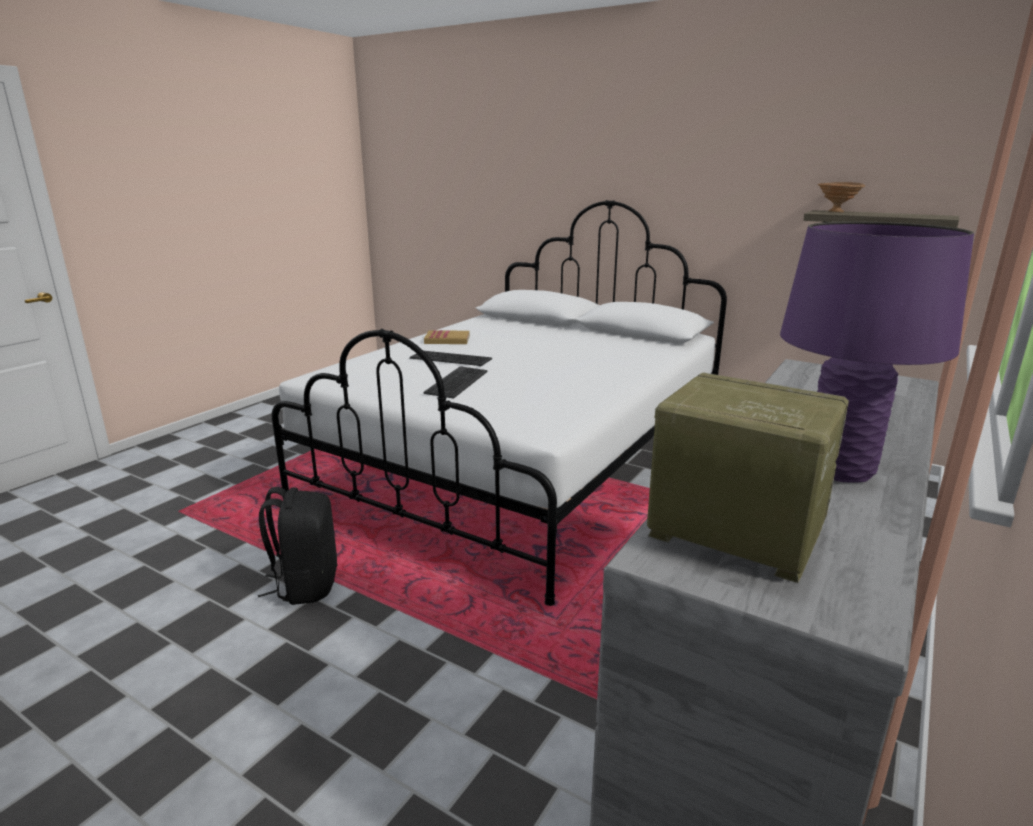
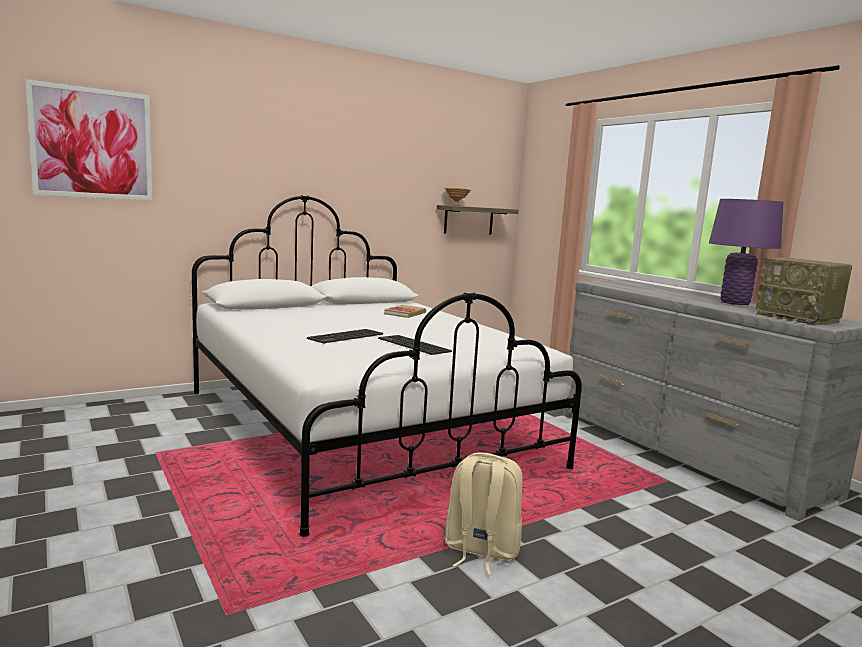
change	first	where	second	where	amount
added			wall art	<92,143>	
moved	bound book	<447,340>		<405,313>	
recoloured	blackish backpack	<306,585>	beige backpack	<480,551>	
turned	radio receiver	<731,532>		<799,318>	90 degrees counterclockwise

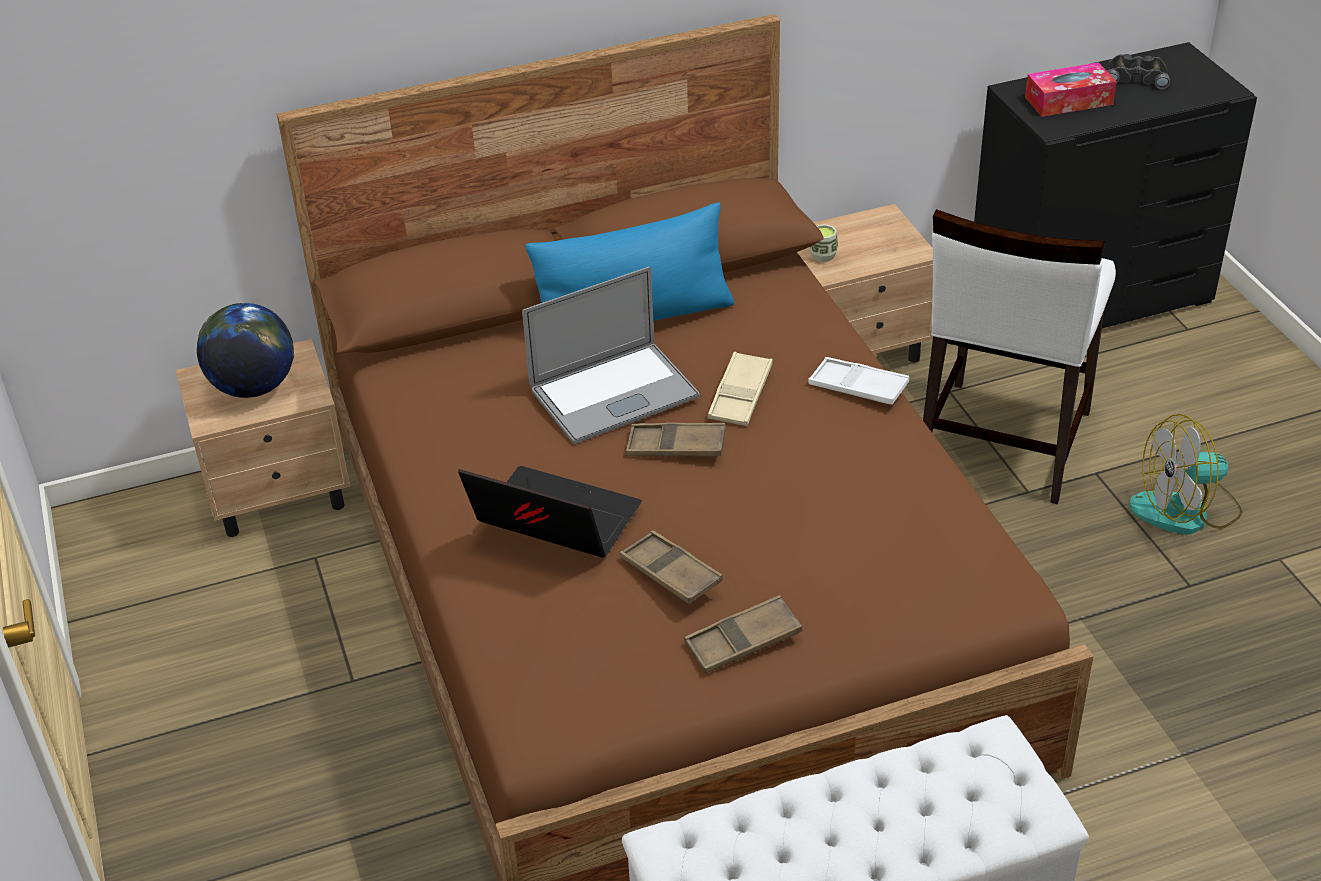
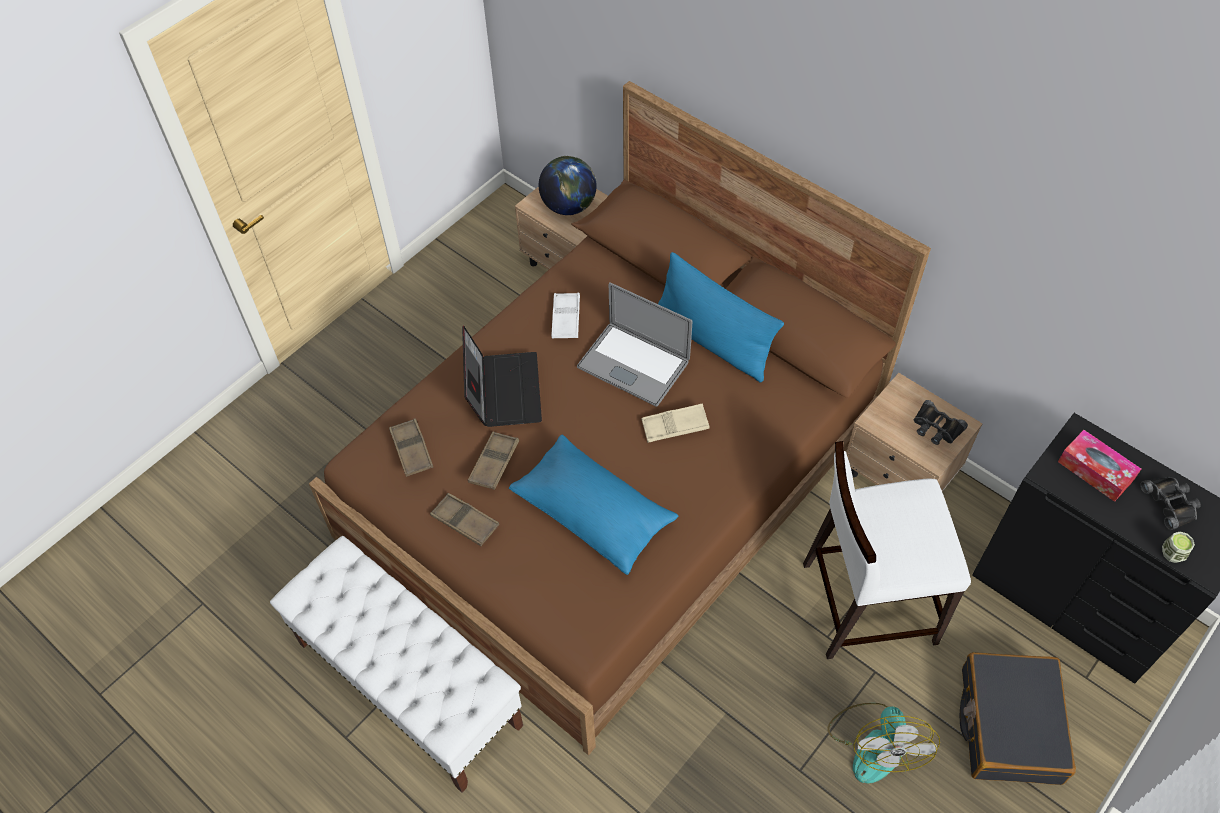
change	first	where	second	where	amount
added			bluish pillow	<593,513>	
added			blackish pair of binoculars	<936,427>	
added			blackish piece of luggage	<1009,725>	
moved	brownish carrying tray	<676,446>		<411,450>	
moved	whitish carrying tray	<858,387>		<566,318>	
moved	small cup	<823,255>		<1172,553>	
turned	cooling fan	<1186,510>		<875,743>	135 degrees counterclockwise

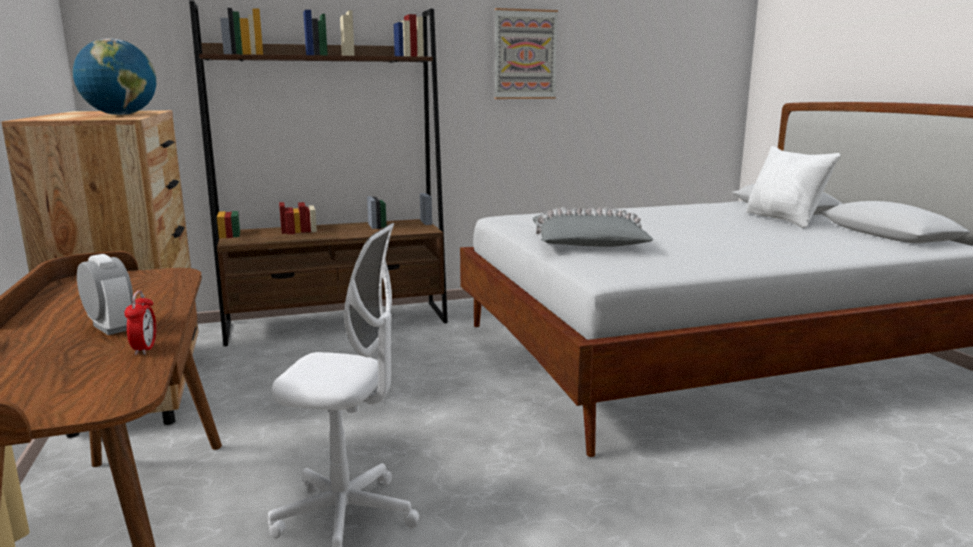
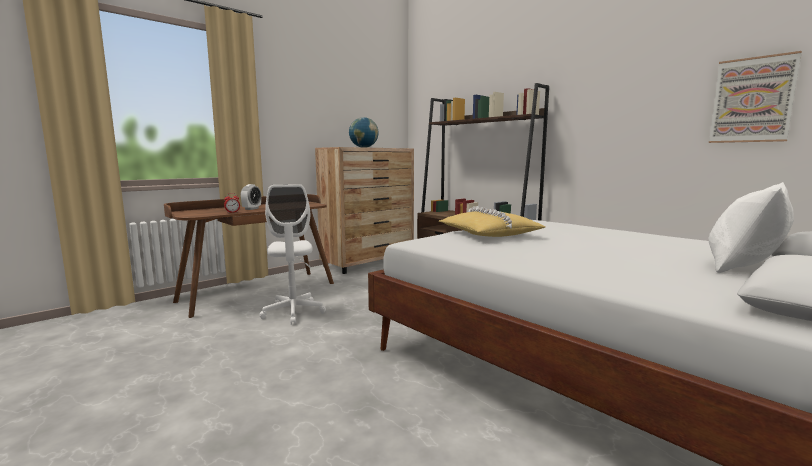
change	first	where	second	where	amount
moved	wall art	<525,54>		<752,100>	
recoloured	greyish pillow	<588,243>	yellowish pillow	<488,234>	

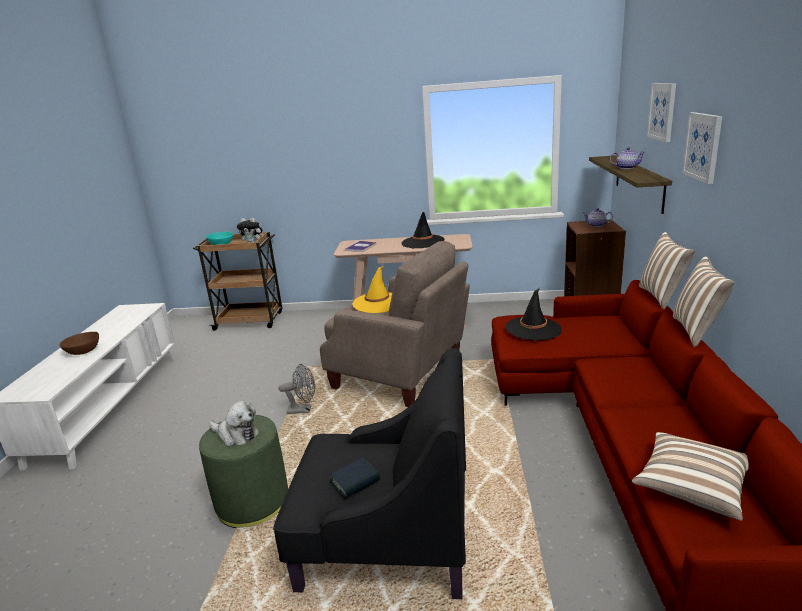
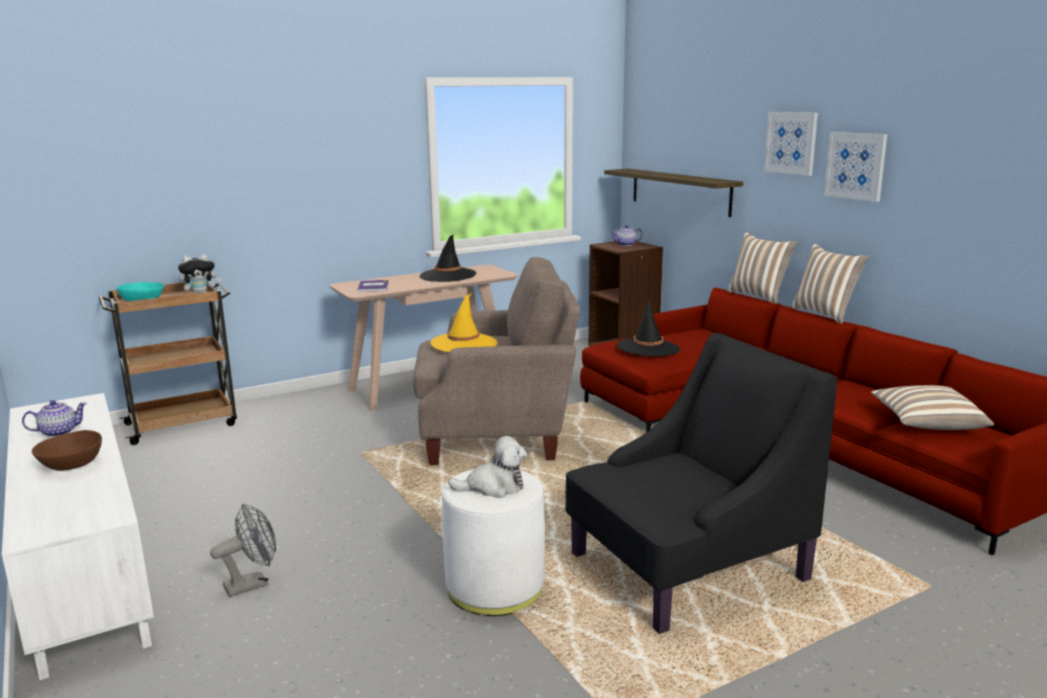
change	first	where	second	where	amount
removed	bound book	<355,481>			
moved	greyish cooling fan	<303,410>		<253,584>	
moved	tea pot	<626,168>		<58,432>	
moved	wall art	<662,111>		<855,166>	
recoloured	greenish pouffe	<252,502>	whitish pouffe	<495,587>	

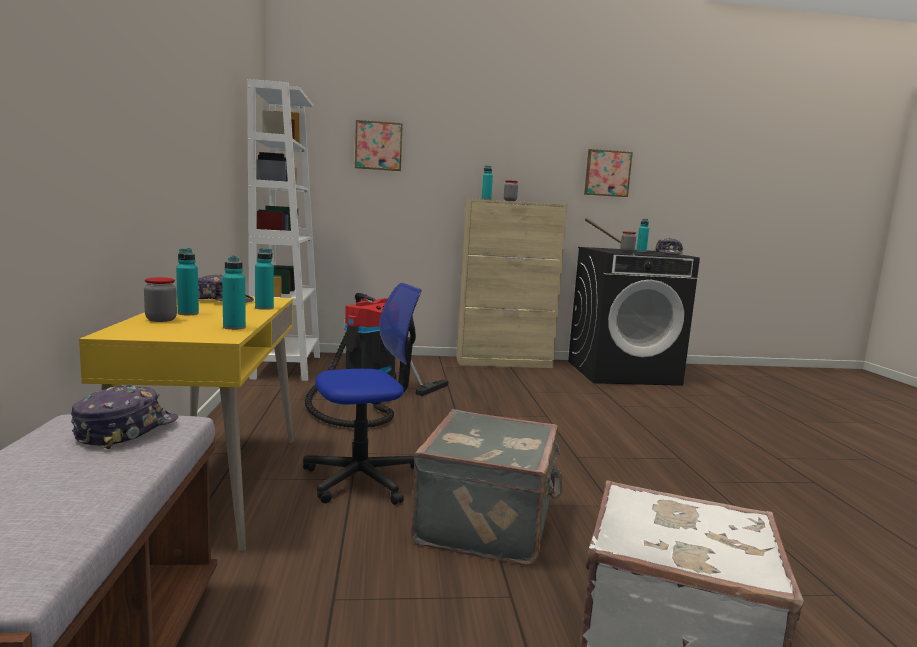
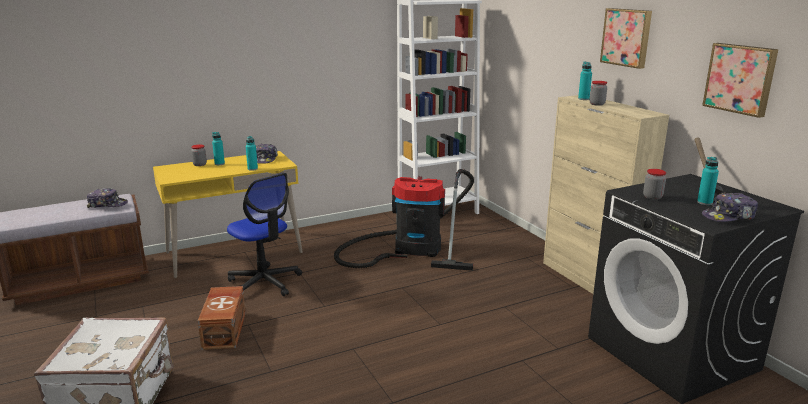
change	first	where	second	where	amount
removed	turquoise-coloured drink bottle	<234,327>			
moved	wall art	<378,146>		<627,37>	
replaced	greyish piece of luggage	<489,523>	brownish storage box	<225,330>	

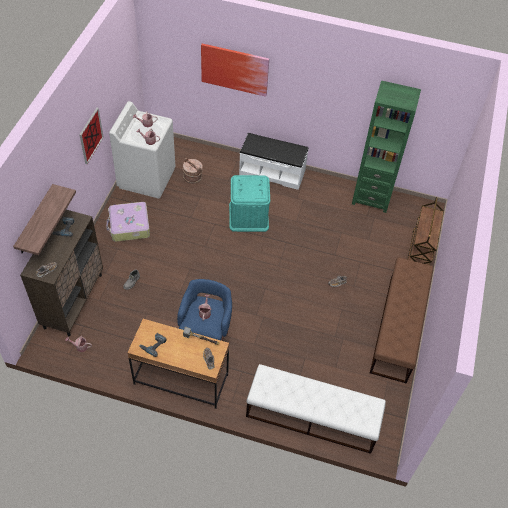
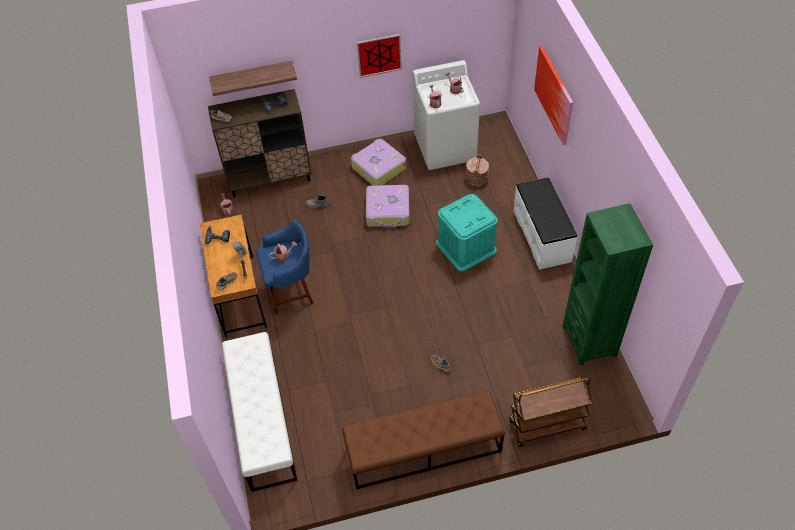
change	first	where	second	where	amount
added			piece of luggage	<388,211>	

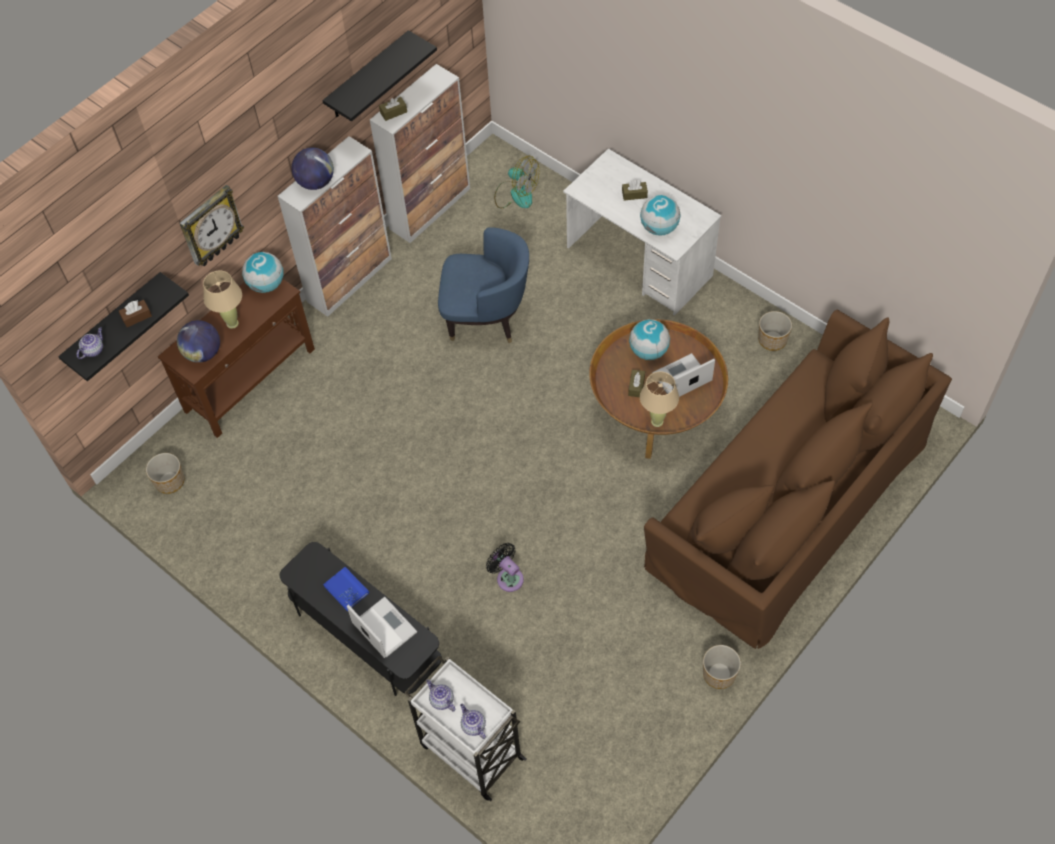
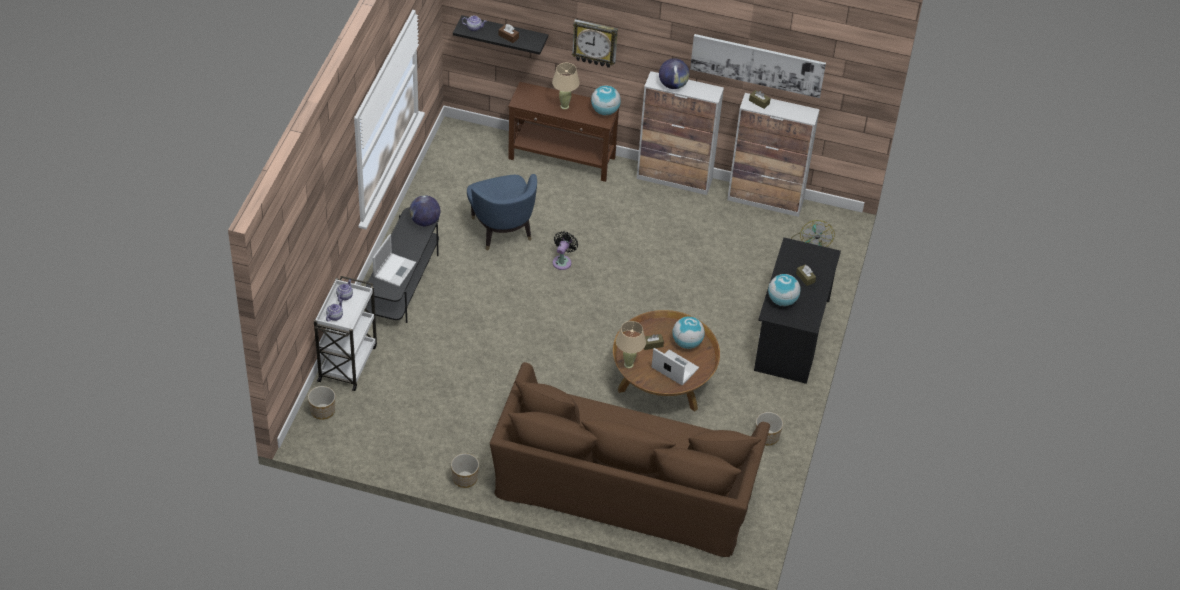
change	first	where	second	where	amount
removed	bluish bound book	<346,589>			
moved	planter	<170,481>		<323,411>	
moved	desk globe	<203,353>		<425,221>	
moved	bluish armchair	<486,317>		<502,230>	
moved	blackish cooling fan	<508,577>		<563,261>	
replaced	blackish bracket shelf	<368,76>	wall art	<757,65>	
recoloured	whitish desk unit	<639,262>	blackish desk unit	<791,335>	

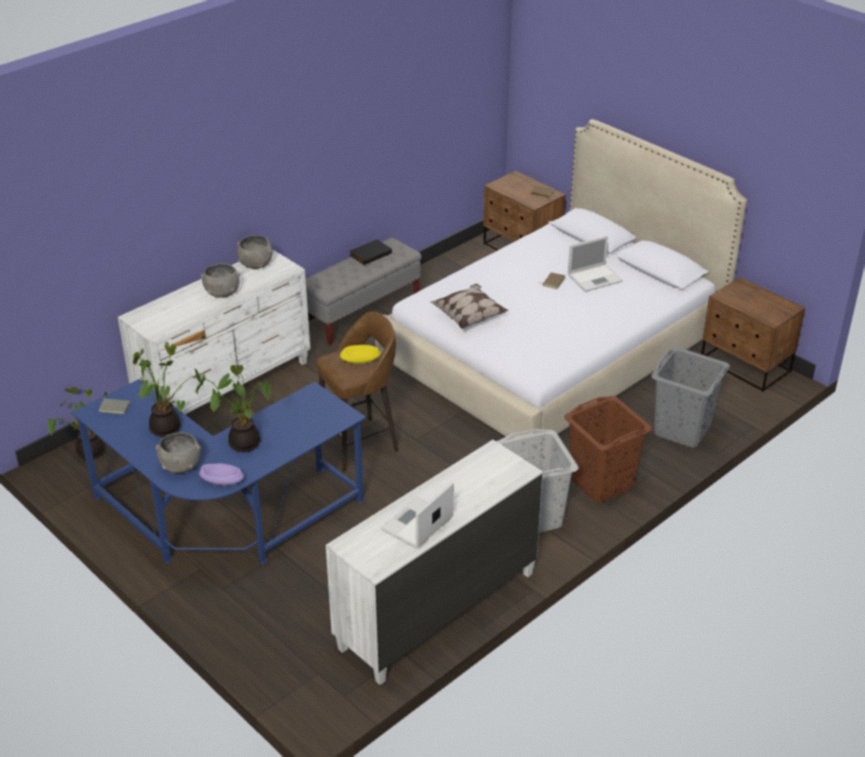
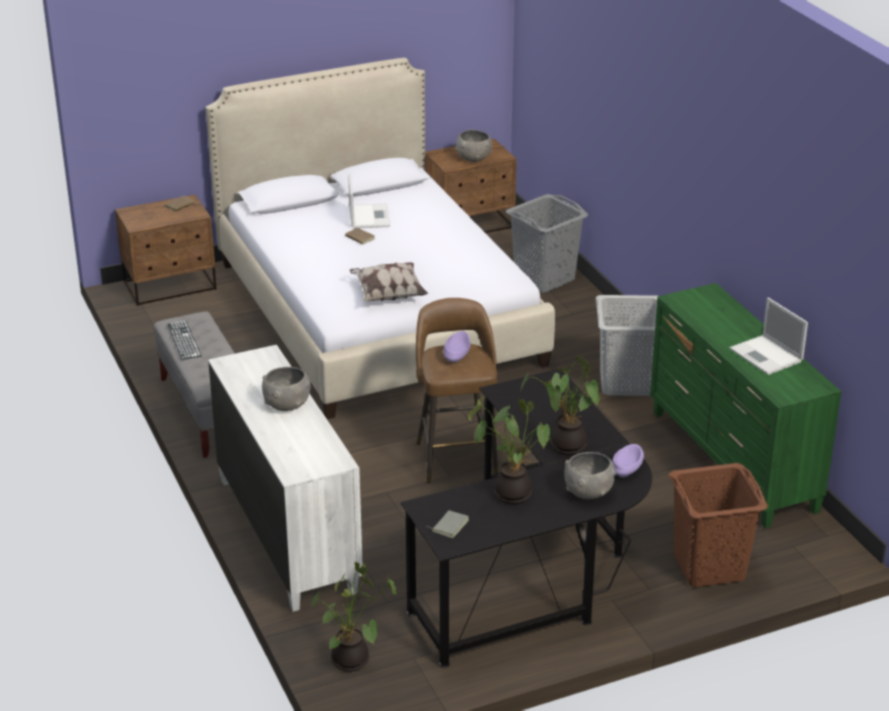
change	first	where	second	where	amount
moved	greyish deep dish	<256,264>		<474,158>	
moved	brownish hamper	<601,483>		<710,567>	
replaced	blackish bound book	<370,254>	keyboard	<184,340>	
recoloured	bluish desk unit	<224,519>	blackish desk unit	<536,571>	
recoloured	whitish chest of drawers	<436,610>	greenish chest of drawers	<732,462>	
recoloured	yellowish deep dish	<360,360>	purple deep dish	<456,354>	

